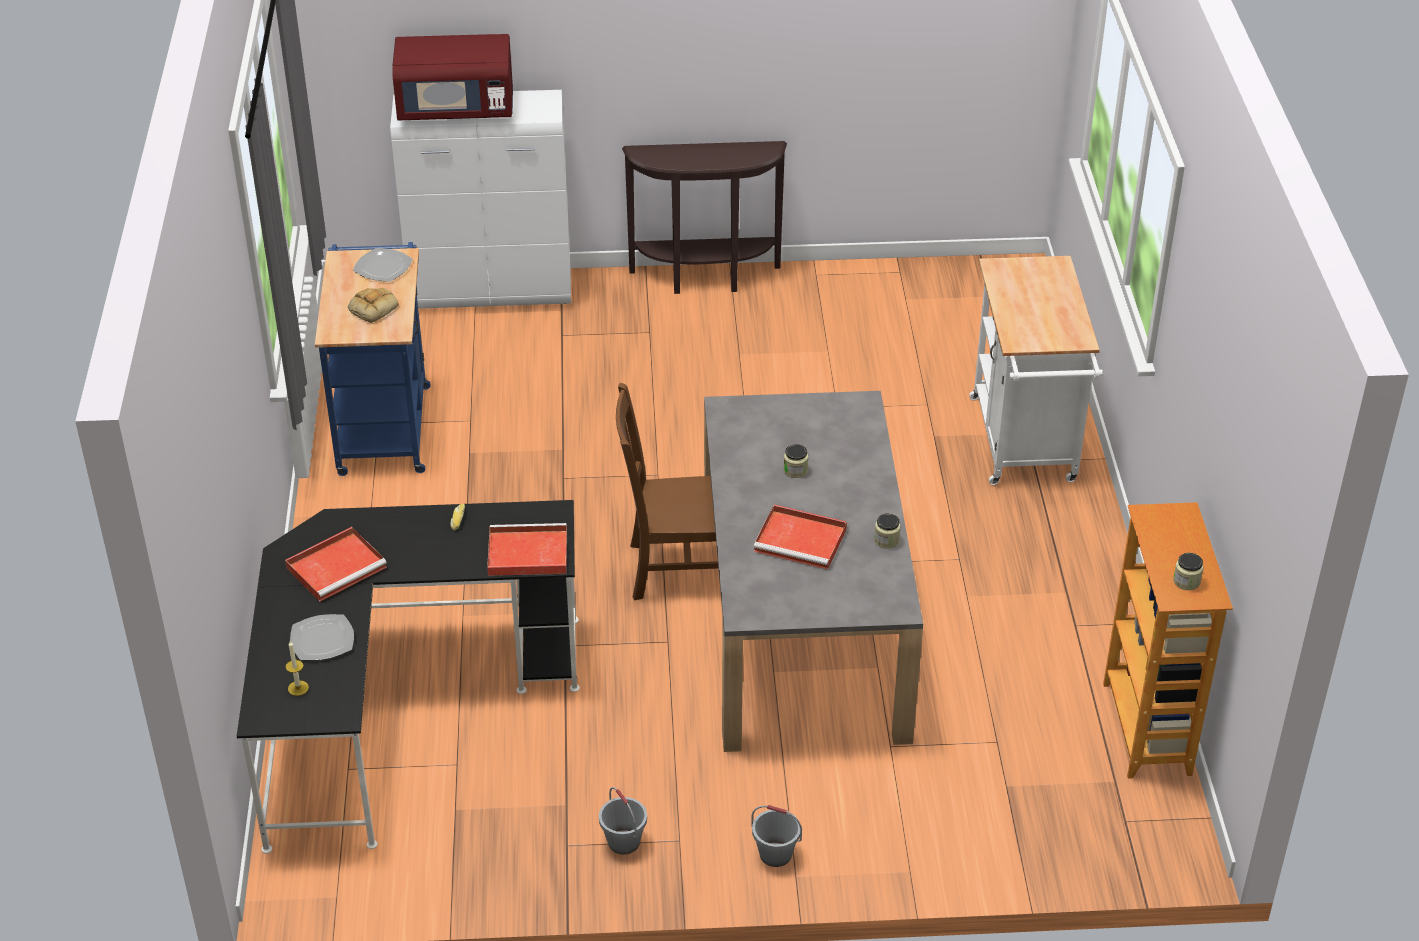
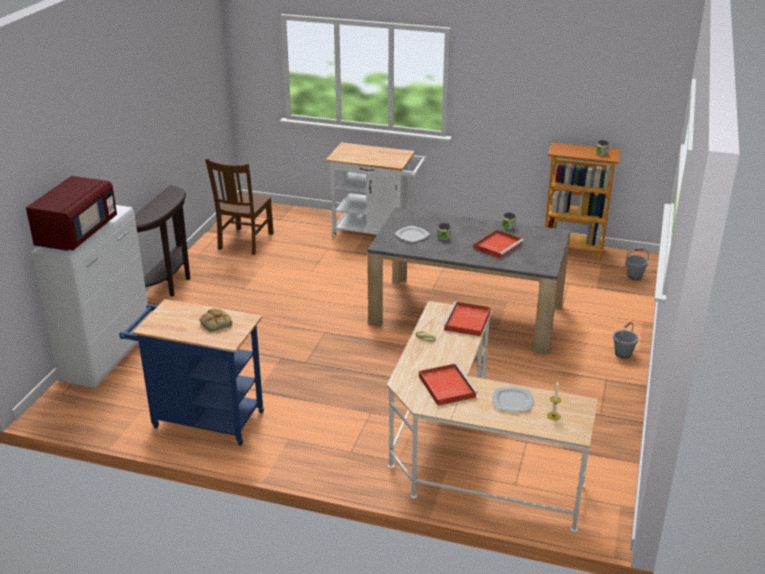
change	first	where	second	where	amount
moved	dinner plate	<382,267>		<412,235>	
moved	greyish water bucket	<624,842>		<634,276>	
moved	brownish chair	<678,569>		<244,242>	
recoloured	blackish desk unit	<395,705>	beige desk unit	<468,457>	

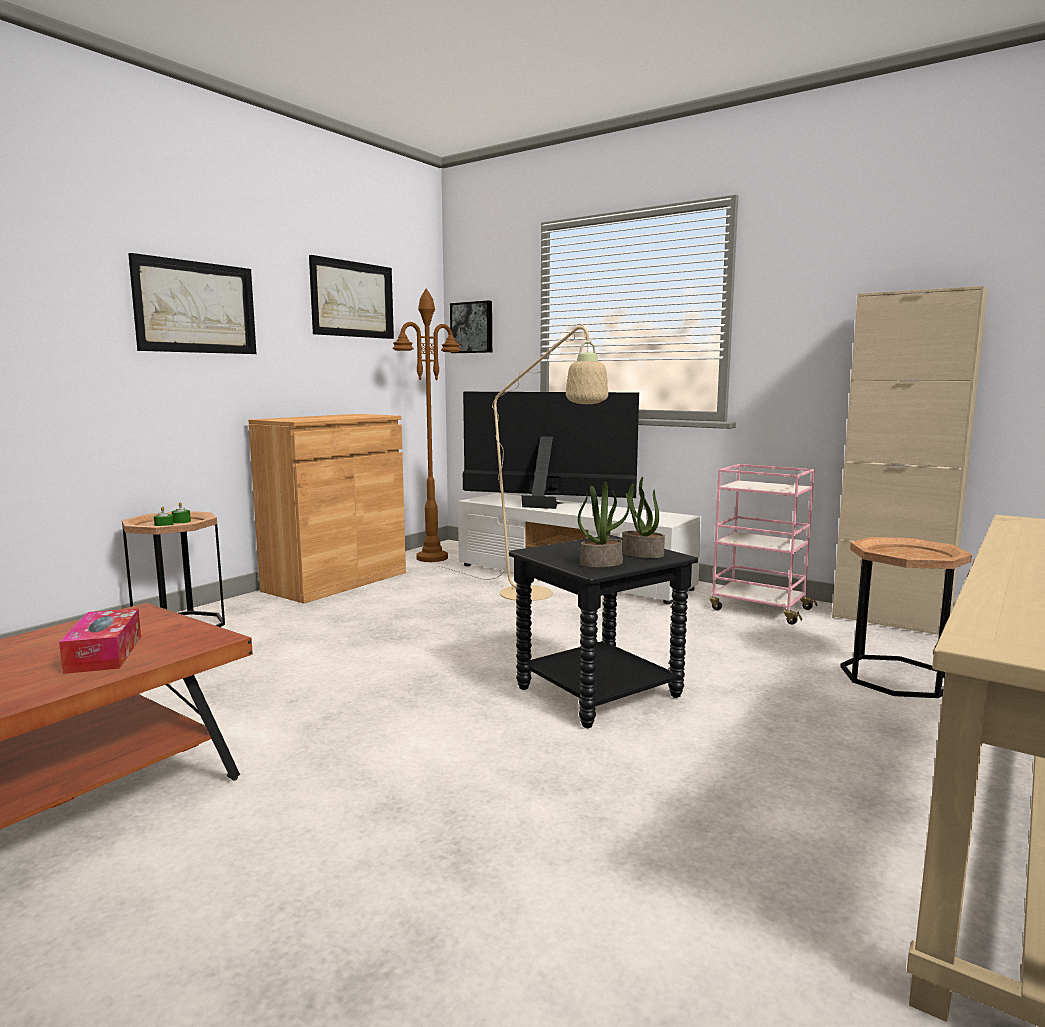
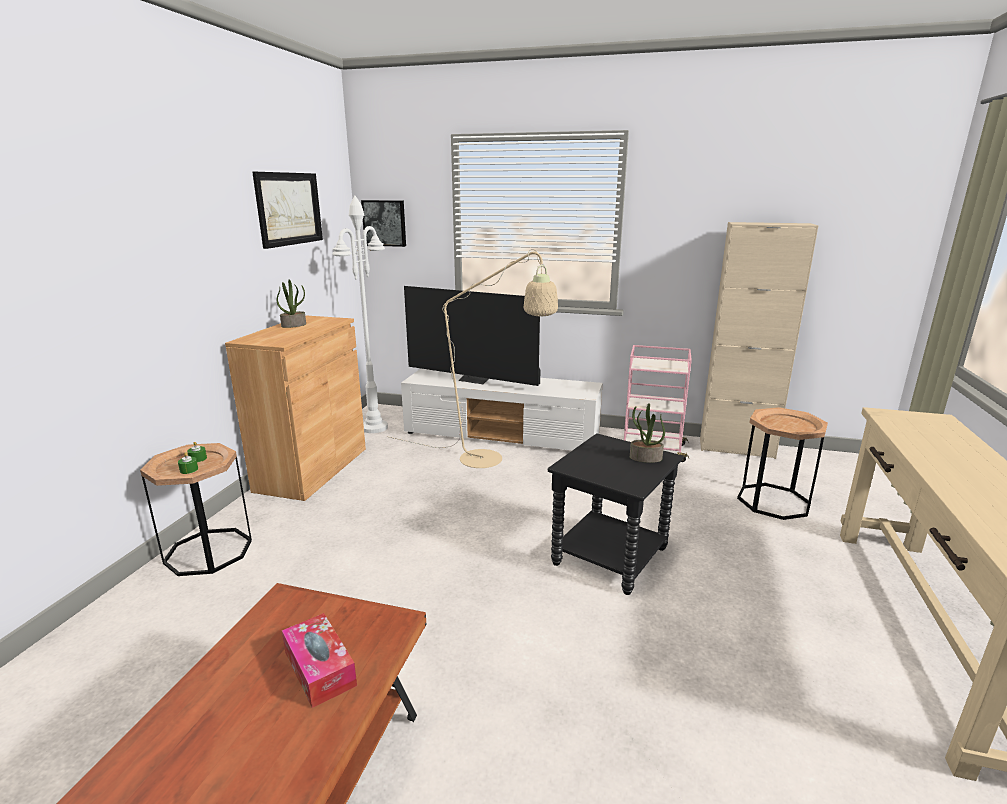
change	first	where	second	where	amount
removed	wall art	<195,307>			
moved	potted plant	<601,563>		<294,325>	
recoloured	brownish floor lamp	<432,558>	whitish floor lamp	<374,427>	
turned	TV	<544,504>		<475,379>	150 degrees counterclockwise

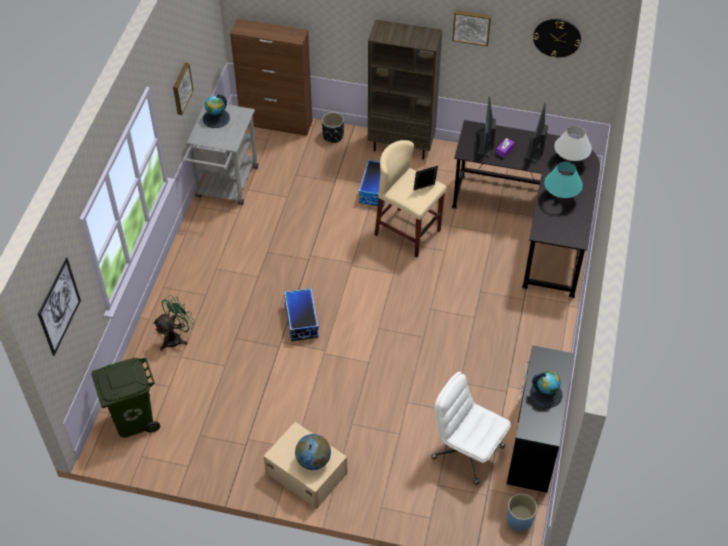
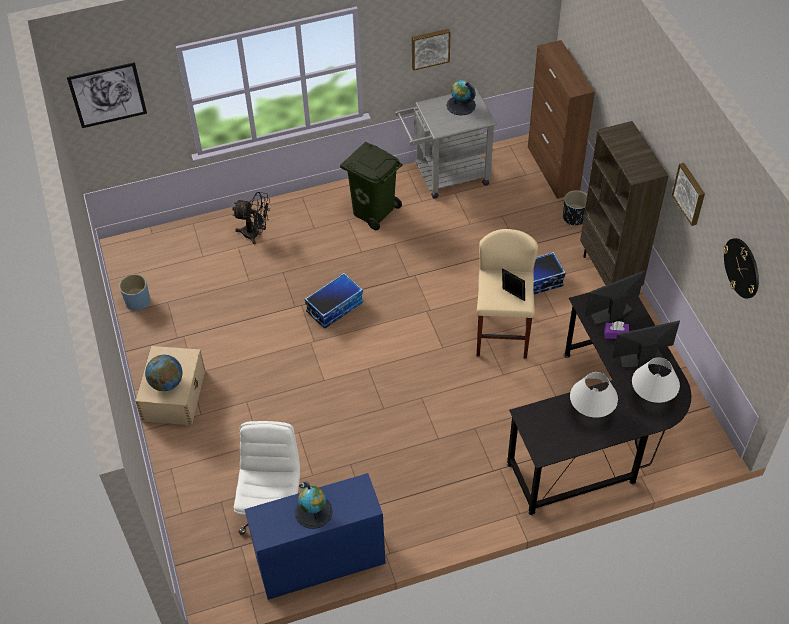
change	first	where	second	where	amount
moved	greenish trash can	<133,419>		<374,211>	
moved	bluish planter	<519,519>		<138,301>	
recoloured	greenish cooling fan	<176,337>	blackish cooling fan	<255,233>	
recoloured	blackish desk unit	<535,442>	bluish desk unit	<320,562>	
recoloured	turquoise-coloured tabletop lamp	<560,197>	whitish tabletop lamp	<590,411>	

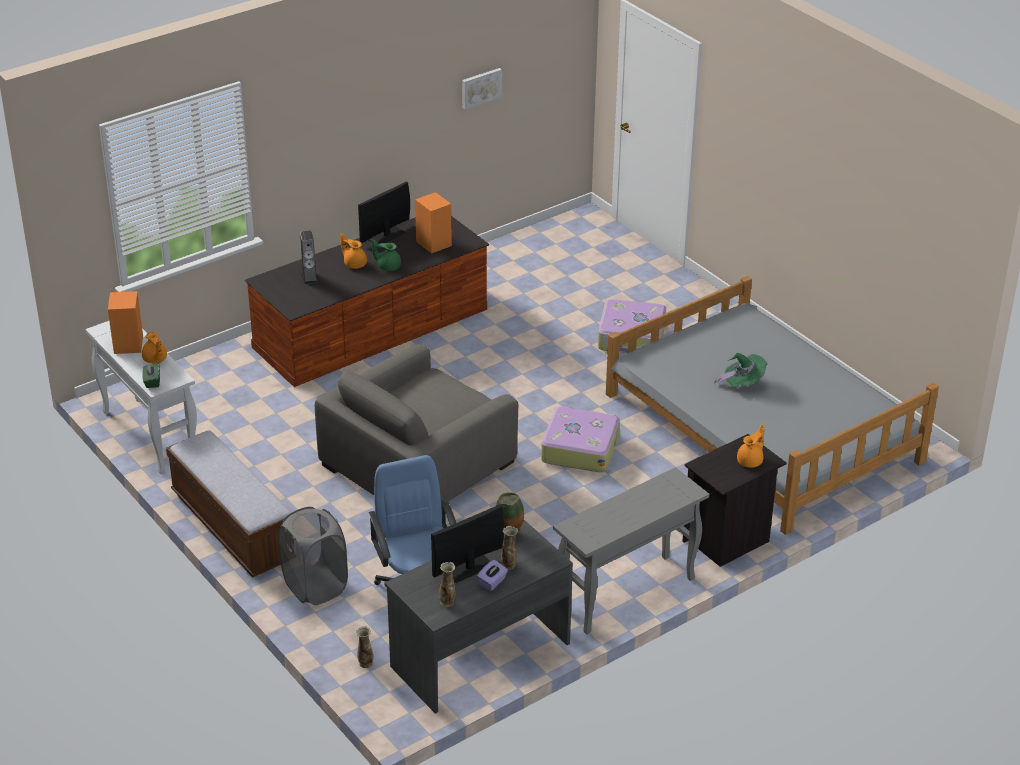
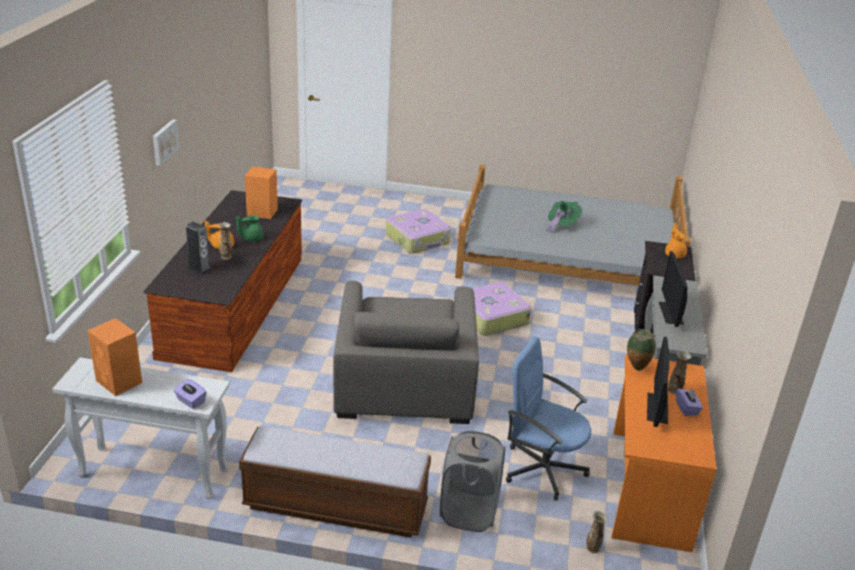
change	first	where	second	where	amount
removed	orange tea pot	<155,360>			
moved	monitor	<386,236>		<671,313>	
moved	flower vase	<447,602>		<226,256>	
moved	wall art	<480,87>		<164,142>	
recoloured	greenish tissue holder	<152,381>	purple tissue holder	<190,401>	
recoloured	greyish desk unit	<479,654>	orange desk unit	<648,487>	

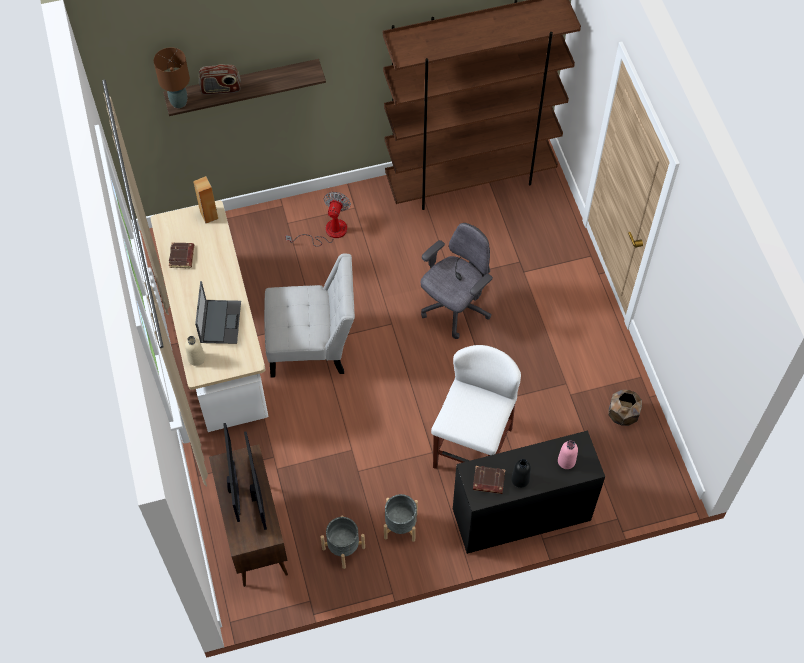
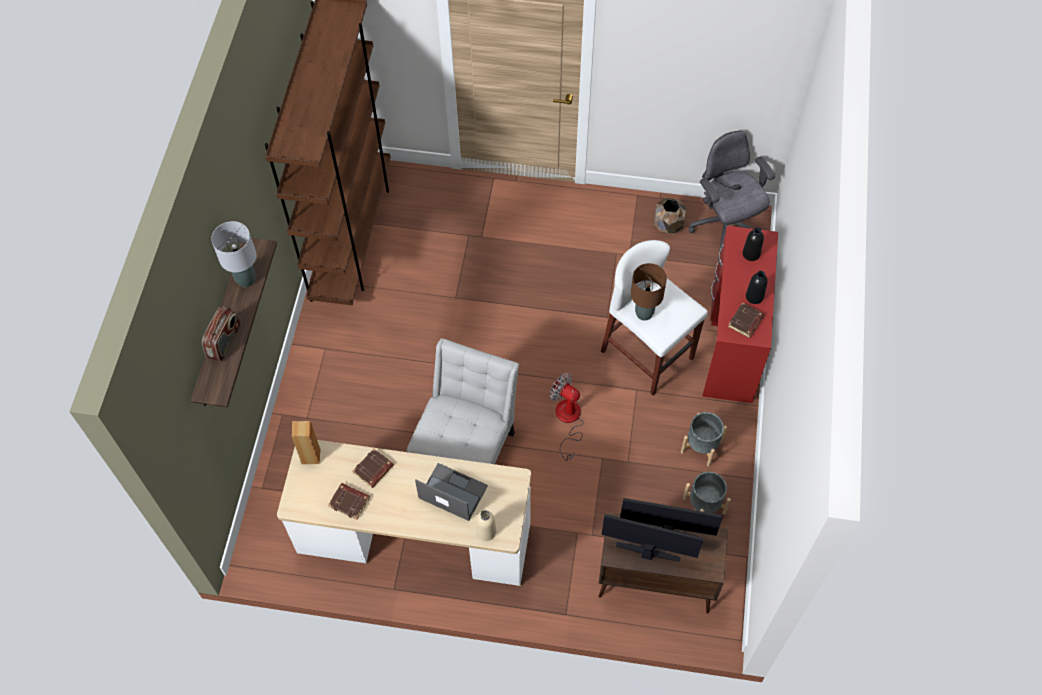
change	first	where	second	where	amount
added			greyish tabletop lamp	<246,279>	
added			brownish bound book	<373,470>	
moved	brownish tabletop lamp	<179,102>		<643,313>	
moved	cooling fan	<328,232>		<568,420>	
moved	greyish office chair	<454,308>		<724,227>	
recoloured	blackish desk unit	<521,515>	red desk unit	<732,343>	
recoloured	pinkish drink bottle	<566,461>	blackish drink bottle	<751,254>	

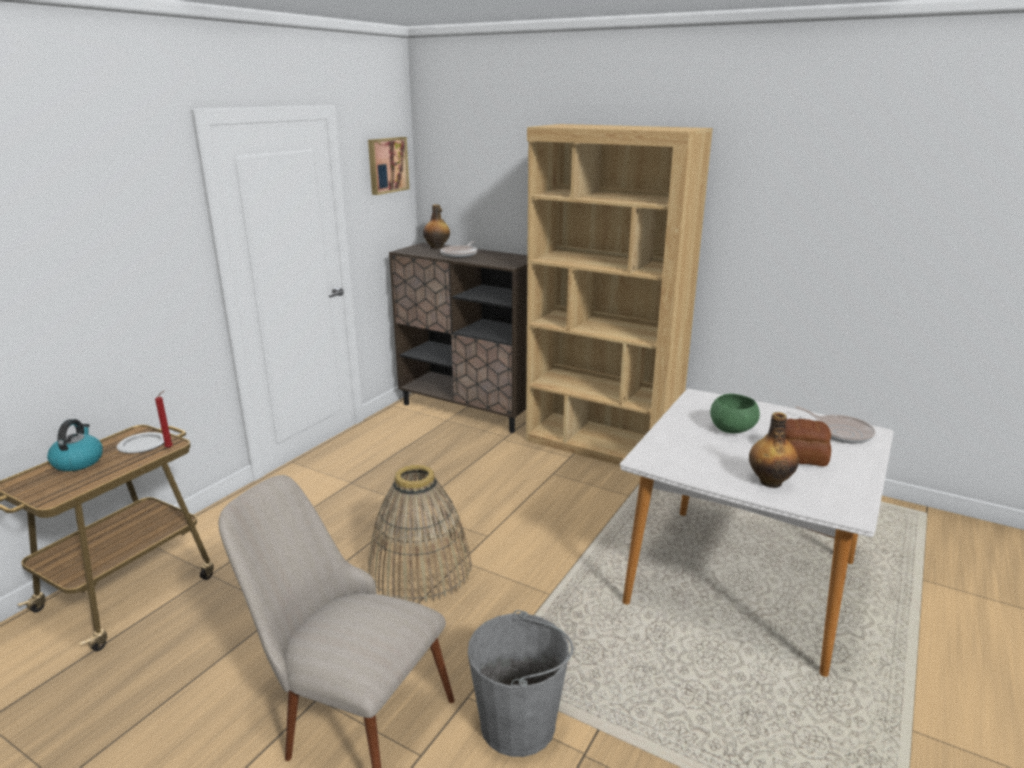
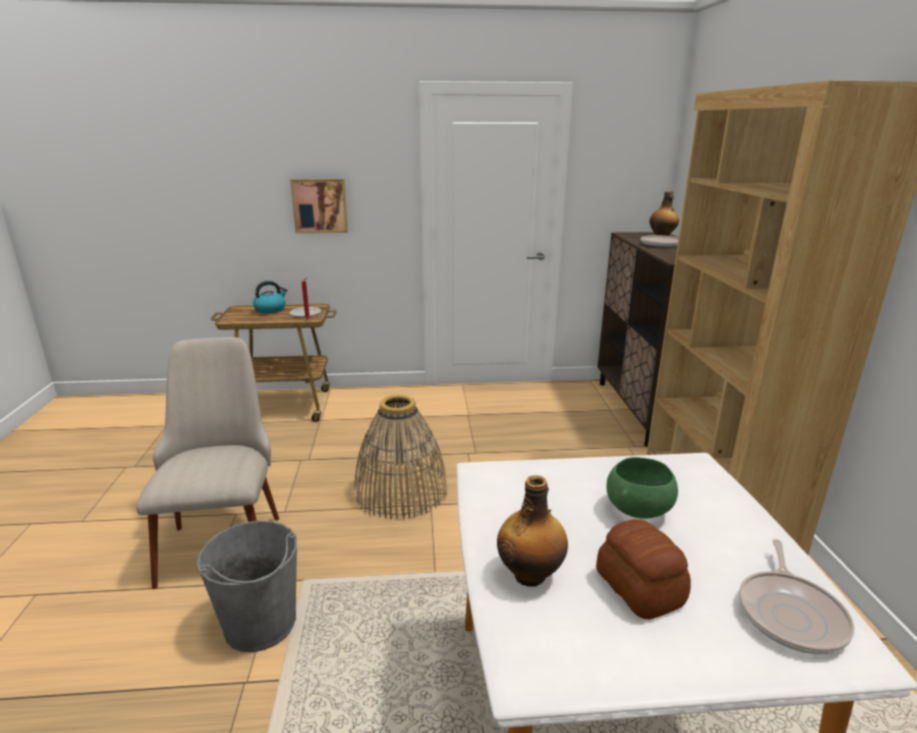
change	first	where	second	where	amount
moved	wall art	<387,165>		<320,205>	

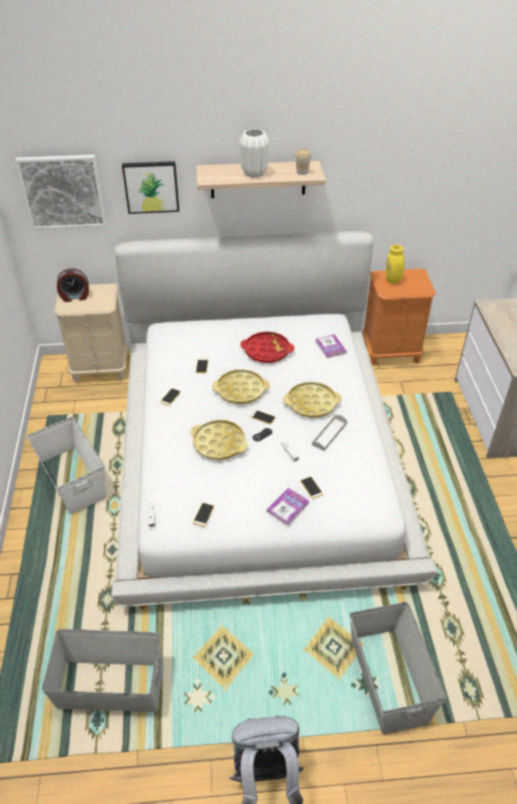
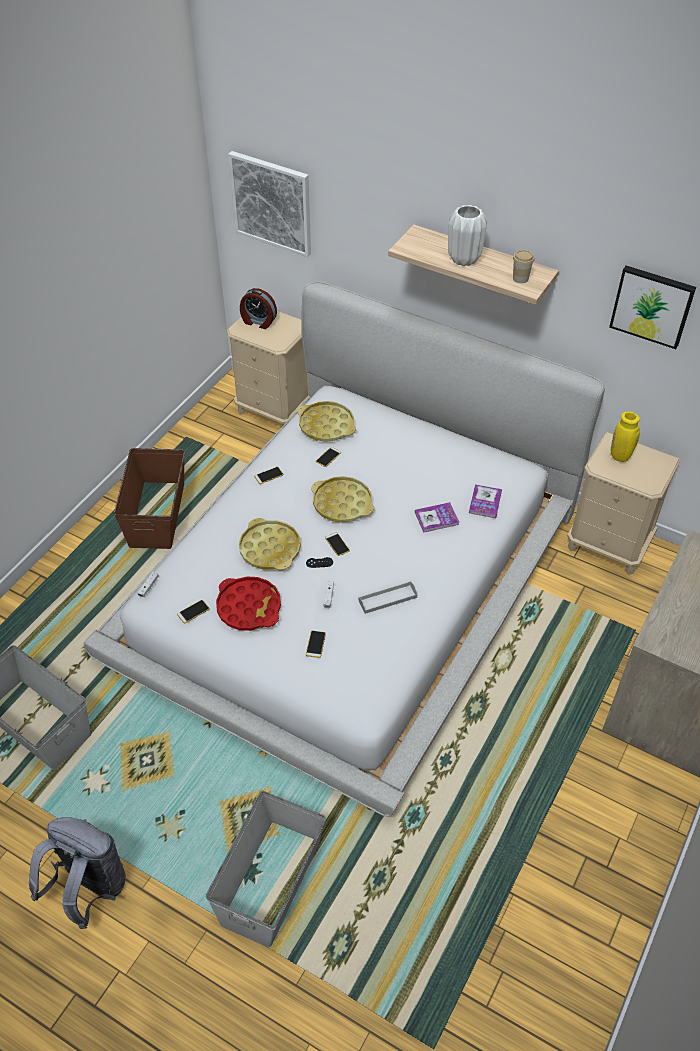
change	first	where	second	where	amount
moved	wall art	<151,186>		<652,305>	
moved	red carrying tray	<267,351>		<249,607>	
moved	bound book	<288,507>		<436,518>	
moved	yellowish carrying tray	<311,403>		<326,426>	
recoloured	whitish storage box	<73,479>	brownish storage box	<158,515>	
recoloured	orange bedside table	<391,352>	beige bedside table	<608,545>	

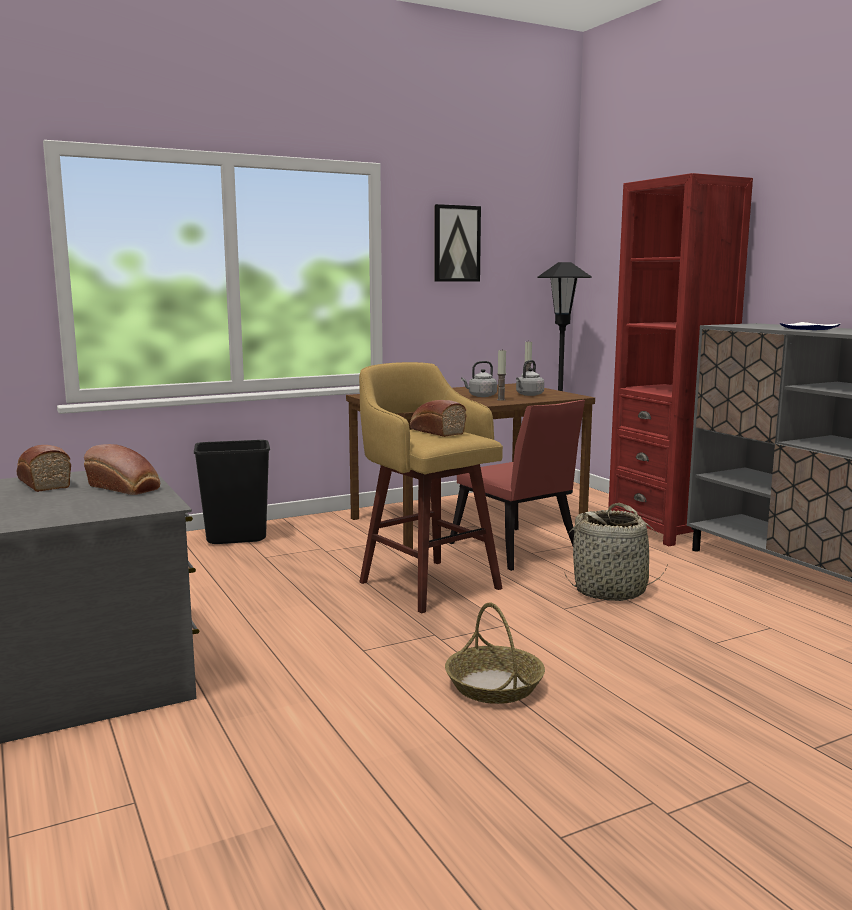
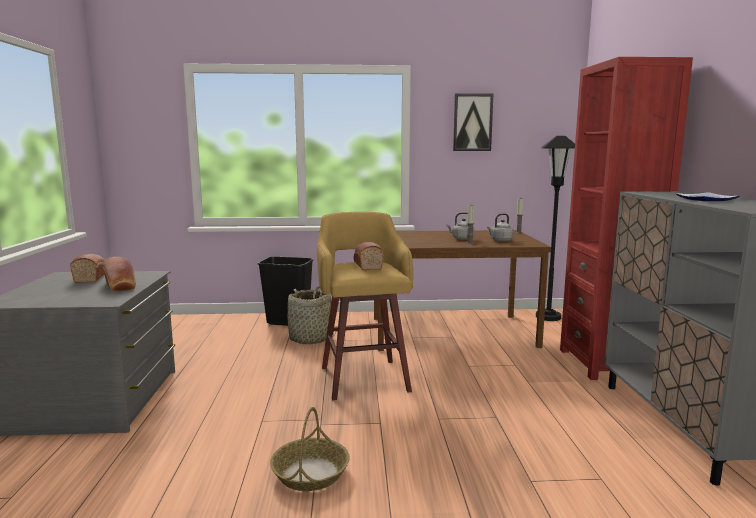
change	first	where	second	where	amount
removed	red chair	<517,551>			
moved	household basket	<611,591>		<311,338>	

